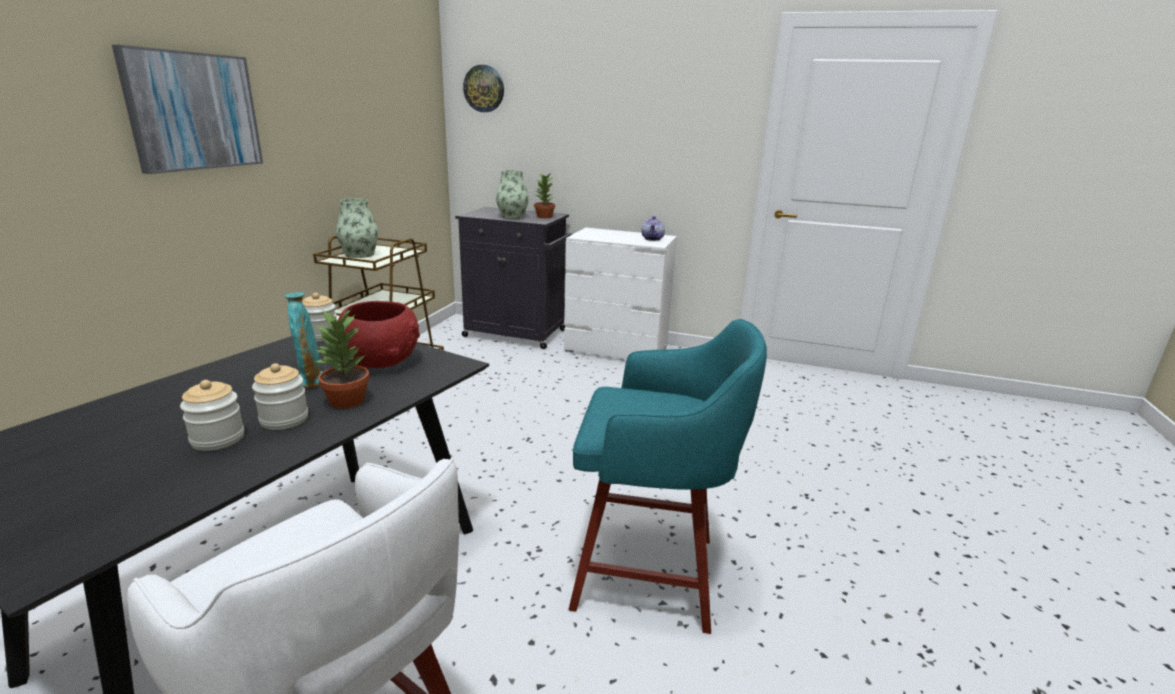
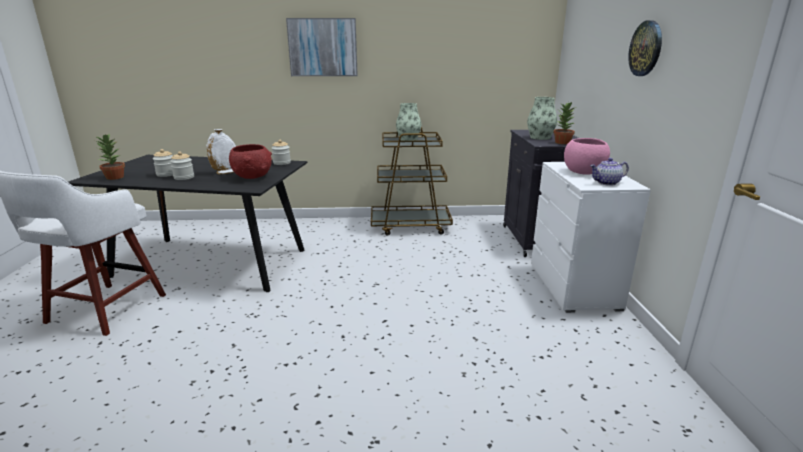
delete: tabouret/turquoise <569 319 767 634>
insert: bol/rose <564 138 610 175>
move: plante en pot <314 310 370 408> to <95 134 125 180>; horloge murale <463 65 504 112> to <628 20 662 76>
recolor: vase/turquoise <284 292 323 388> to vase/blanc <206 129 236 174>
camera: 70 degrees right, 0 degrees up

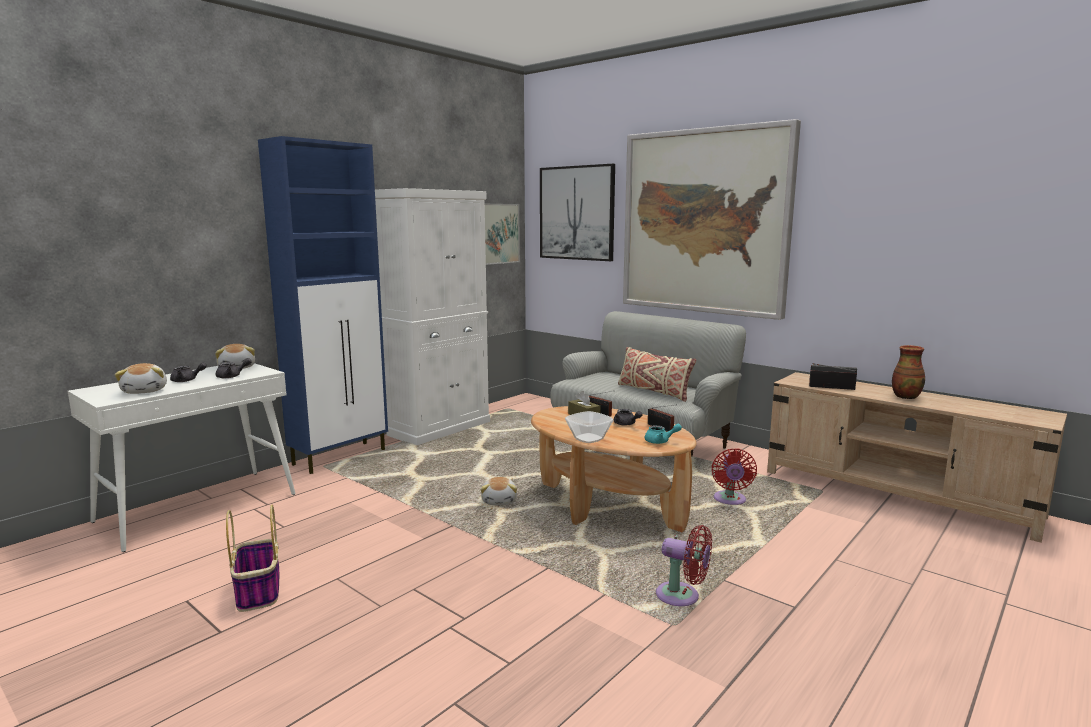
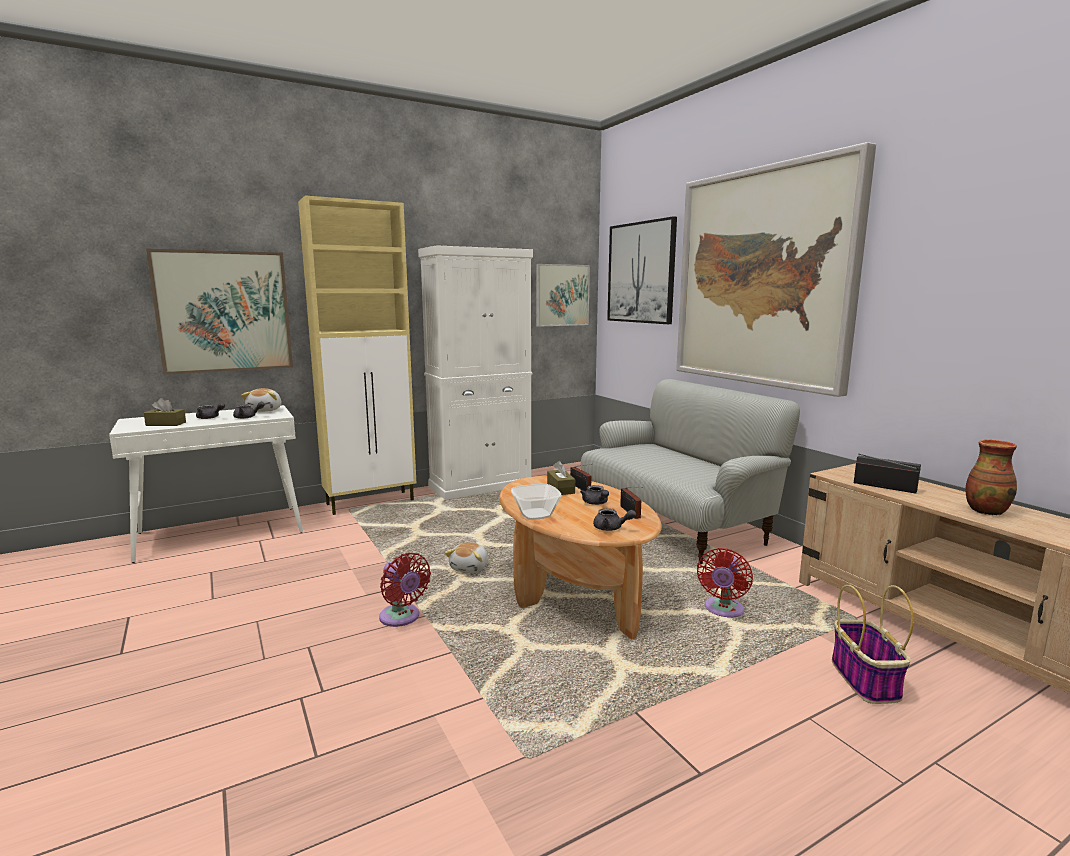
delete: coussin/beige <618 347 696 402>
insert: tableau <146 249 293 375>
move: panier <226 505 279 612> to <832 585 914 704>; ventilateur/rouge <656 525 712 606> to <379 553 431 627>
replace: peluche <115 363 167 394> to boîte à mouchoirs/marron <144 398 186 426>
recolor: meuble de rangement/bleu <258 136 388 474> to meuble de rangement/beige <298 196 416 515>; théière/turquoise <645 424 682 444> to théière/gris <593 508 636 531>
camera: 20 degrees right, 0 degrees up

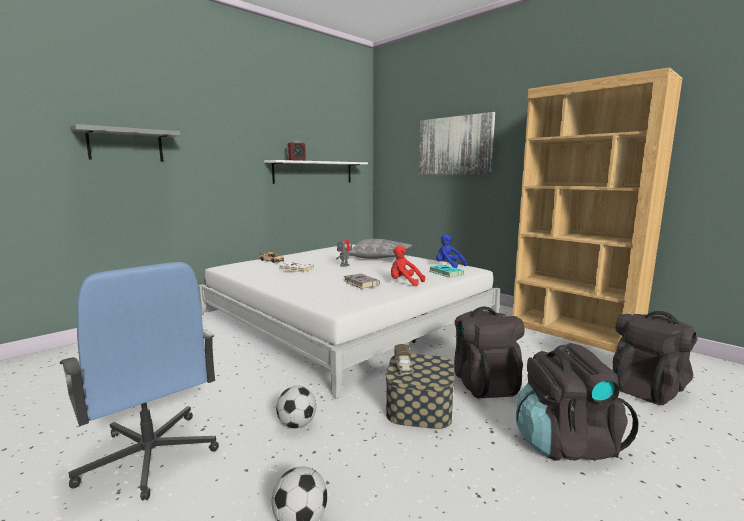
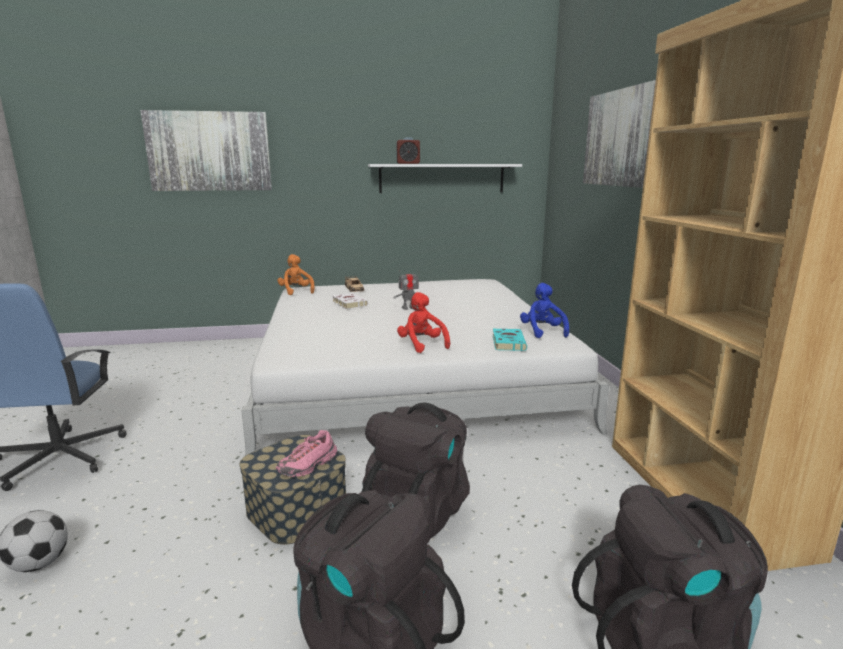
delete: ballon de foot <276 386 316 429>; livre/gris <344 273 380 289>; coussin/gris <348 239 413 259>; camion jouet <394 344 413 375>
insert: chaussure/rose <276 430 337 477>; peluche/orange <278 254 315 295>
replace: étagère/gris <70 124 181 161> to tableau <140 110 272 191>
camera: 35 degrees right, 5 degrees up

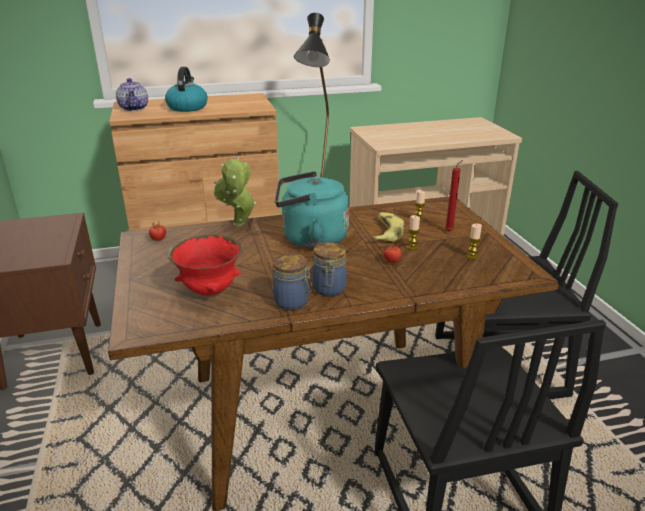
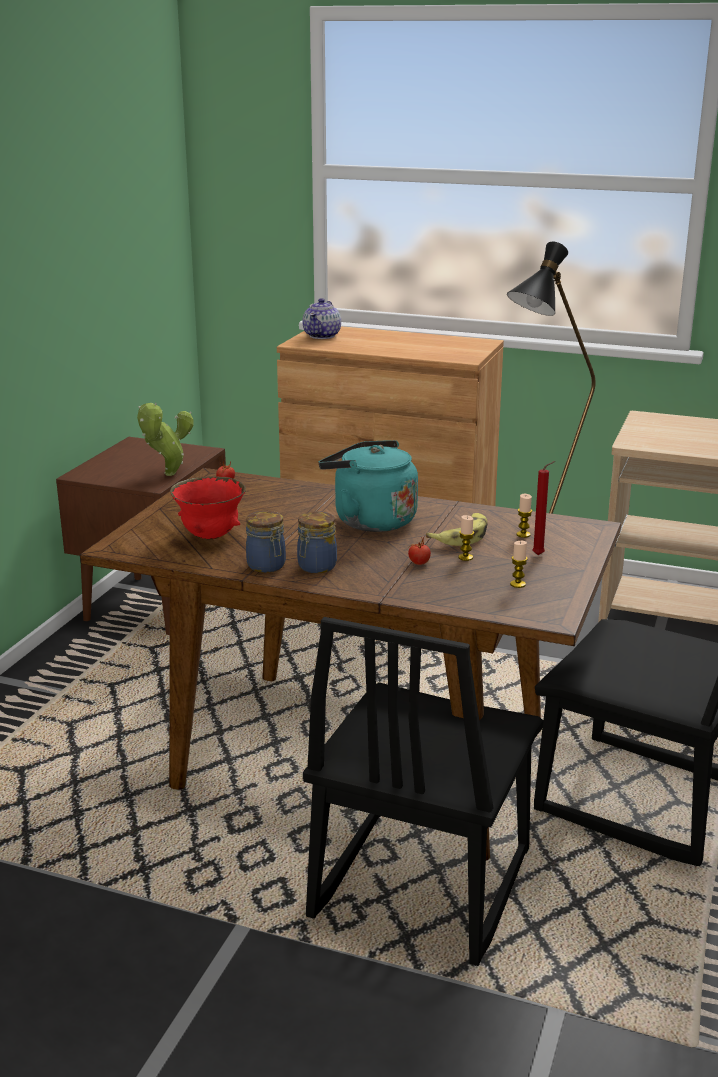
delete: bouilloire <165 67 208 112>
move: plante en pot <214 157 257 226> to <137 402 194 476>
camera: 35 degrees right, 5 degrees down

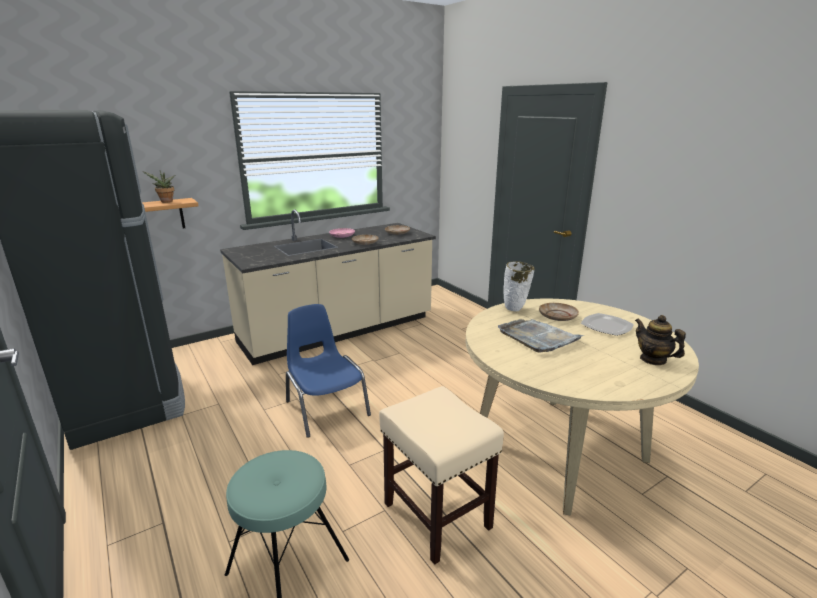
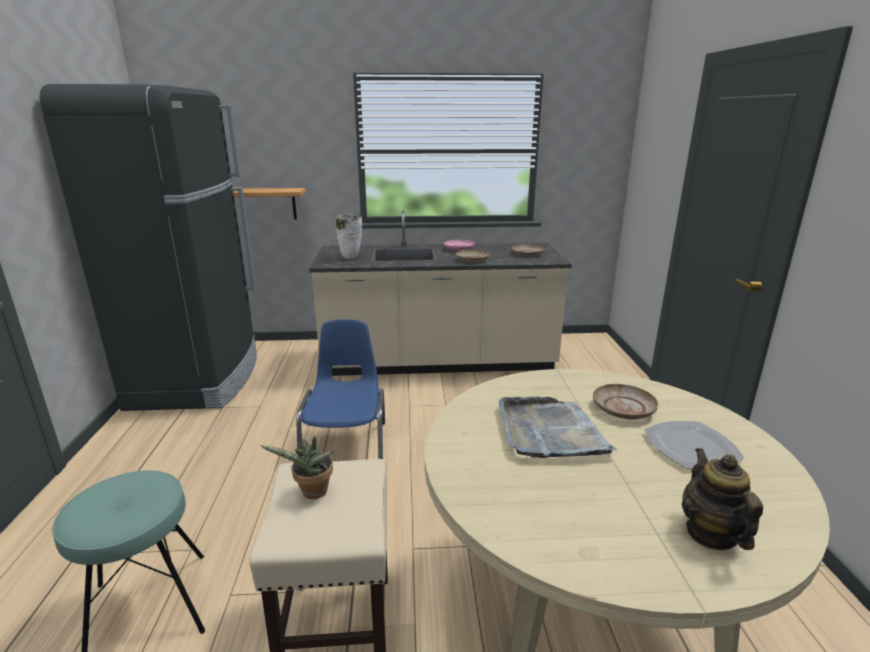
move: plante en pot <142 170 176 203> to <260 436 334 499>; vase/blanc <503 261 535 311> to <335 213 362 259>
camera: 30 degrees right, 0 degrees up

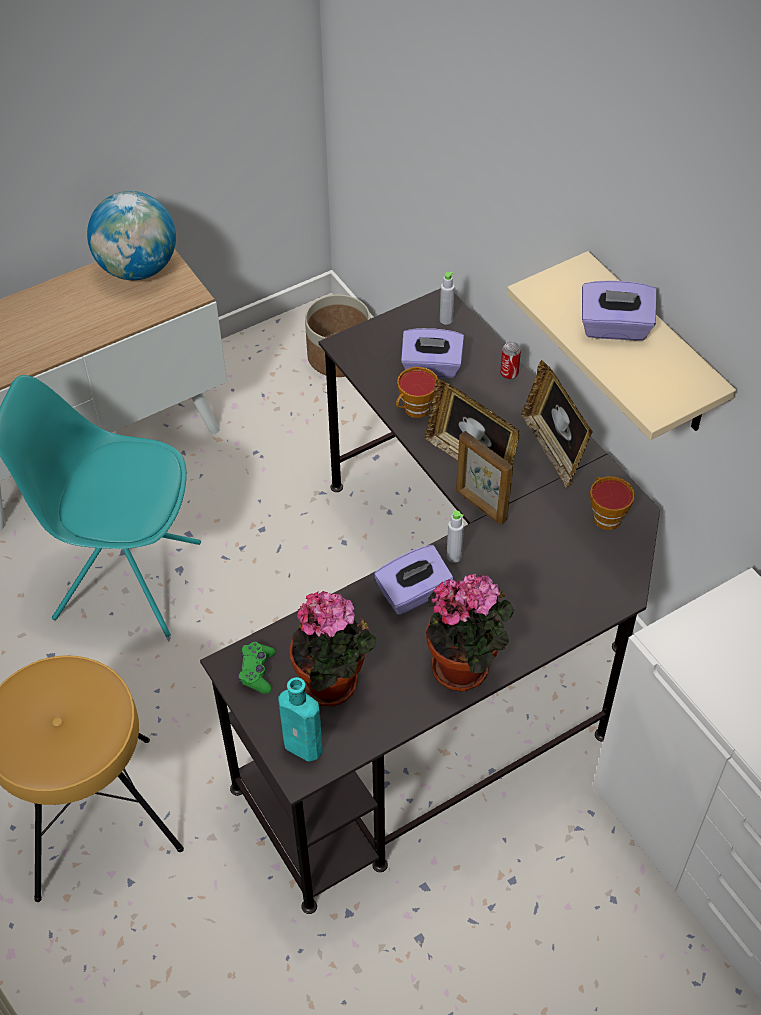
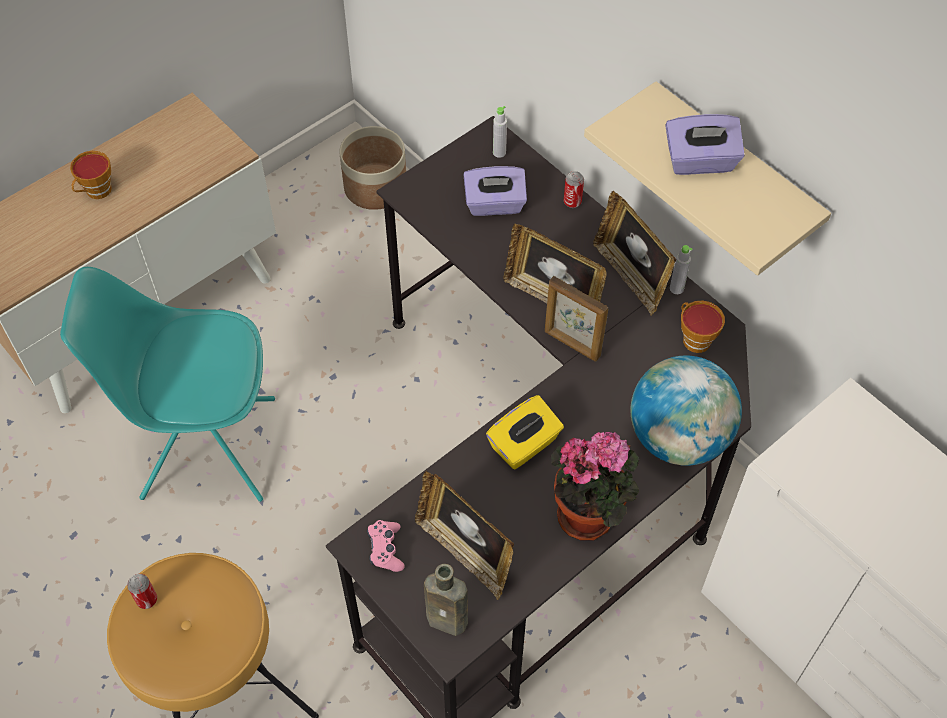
insert: boîte métallique <127 574 157 609>
move: globe <87 191 176 280> to <631 356 742 466>; tasse <396 367 438 418> to <70 151 112 199>; bouteille/gris <447 510 464 563> to <670 245 693 294>
replace: plante en pot <290 591 376 706> to cadre photo <415 471 514 600>
recolor: manette/vert <238 642 276 694> to manette/rose <367 520 405 572>; bouteille/turquoise <278 677 323 762> to bouteille/marron <424 564 468 636>; boîte à mouchoirs/violet <374 545 453 615> to boîte à mouchoirs/jaune <486 395 564 469>
camera: 10 degrees left, 5 degrees up

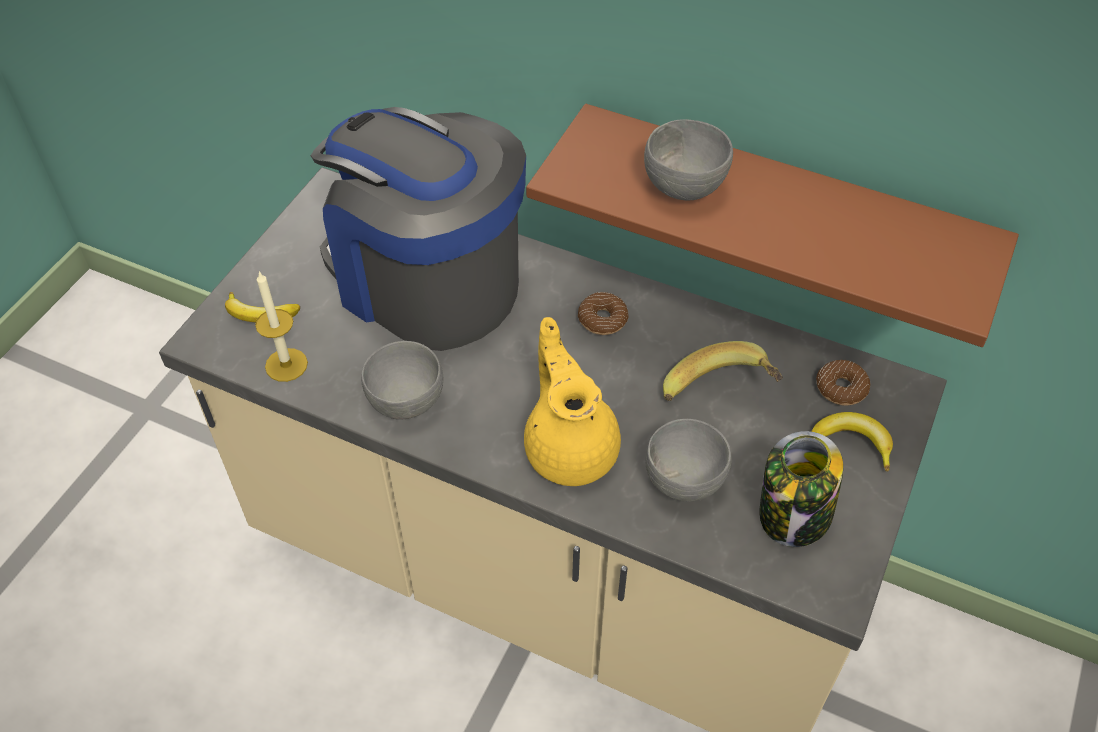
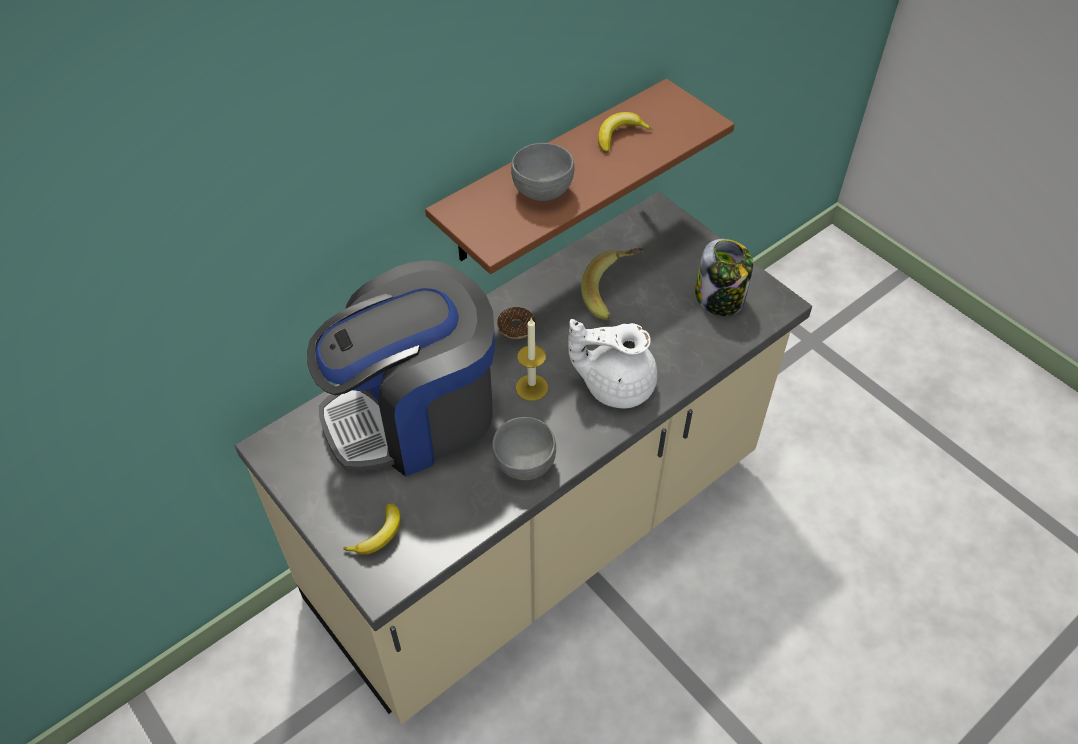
delete: bol/gris <645 419 732 502>; beignet <816 360 870 406>
move: bougie <255 271 308 382> to <516 318 548 401>; banane <811 412 893 471> to <598 112 653 153>
recolor: théière/jaune <524 317 621 486> to théière/blanc <568 319 657 408>
camera: 65 degrees left, 0 degrees up

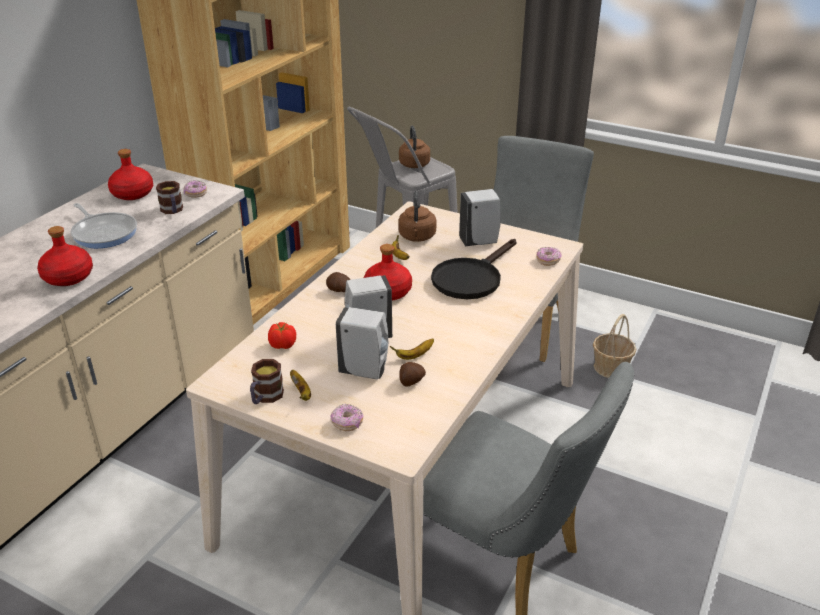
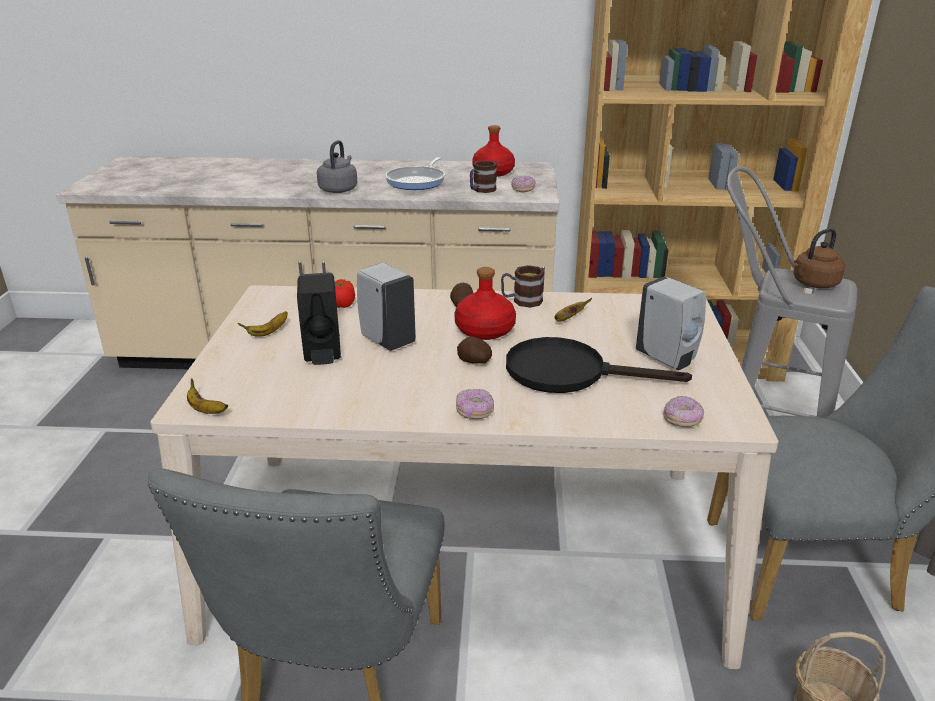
delete: bouilloire/marron <398 191 437 242>
move: mug <250 359 284 404> to <501 265 544 308>; beignet <330 404 363 431> to <456 389 494 419>; banane <390 338 434 360> to <187 378 228 414>; pomme de terre <399 362 426 387> to <457 337 492 363>
replace: bouteille/rouge <37 226 93 286> to bouilloire/gris <317 140 357 193>
recolor: distributeur de savon/blanc <336 307 388 380> to distributeur de savon/noir <297 272 341 365>
camera: 65 degrees right, 5 degrees down

